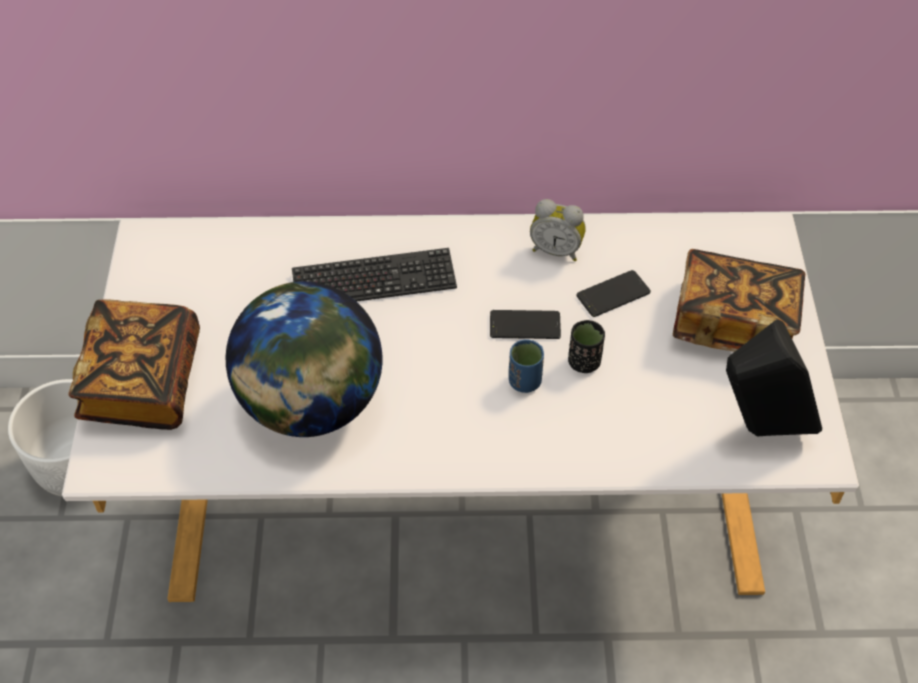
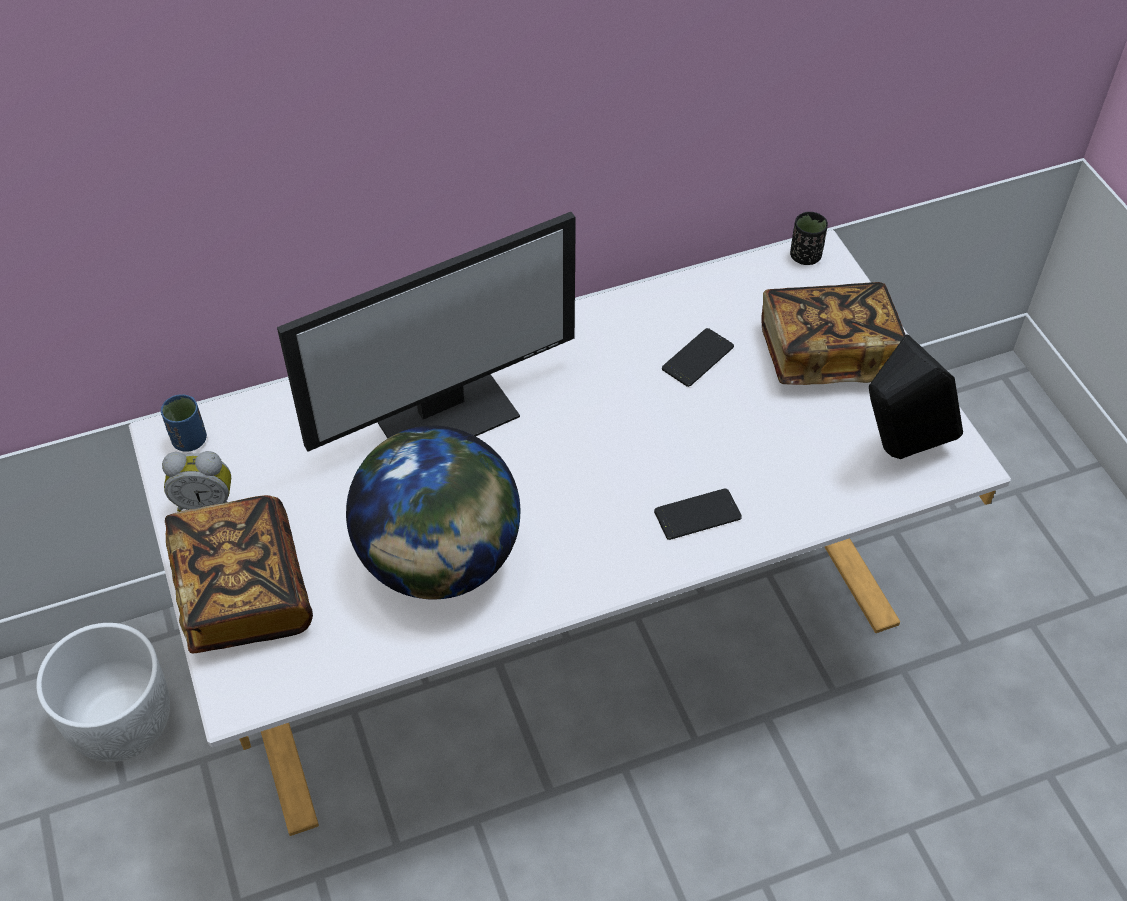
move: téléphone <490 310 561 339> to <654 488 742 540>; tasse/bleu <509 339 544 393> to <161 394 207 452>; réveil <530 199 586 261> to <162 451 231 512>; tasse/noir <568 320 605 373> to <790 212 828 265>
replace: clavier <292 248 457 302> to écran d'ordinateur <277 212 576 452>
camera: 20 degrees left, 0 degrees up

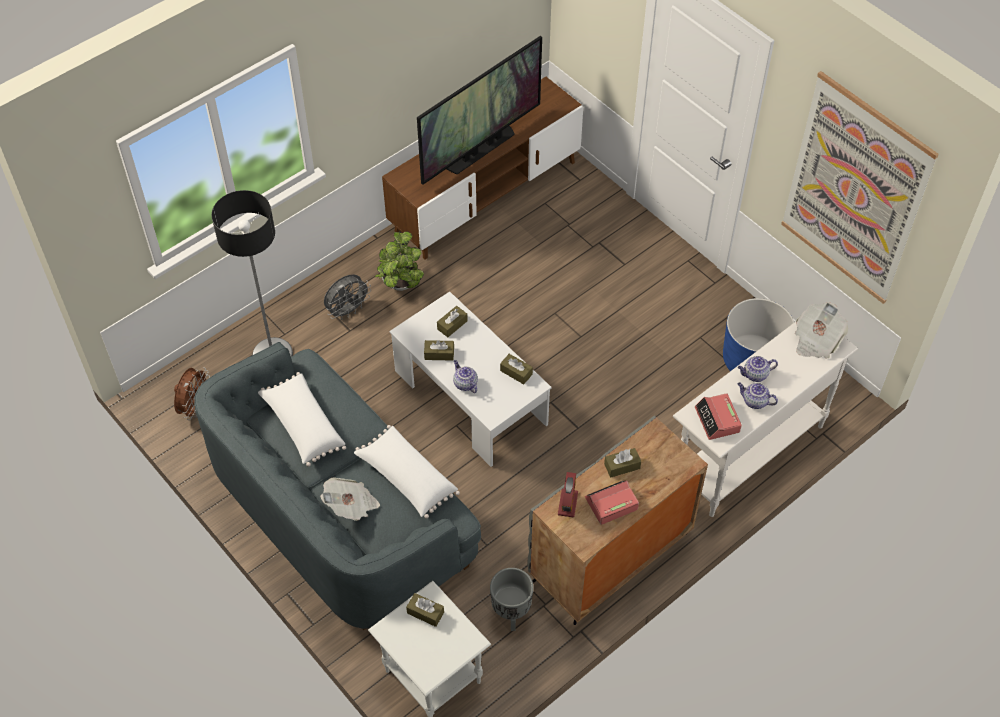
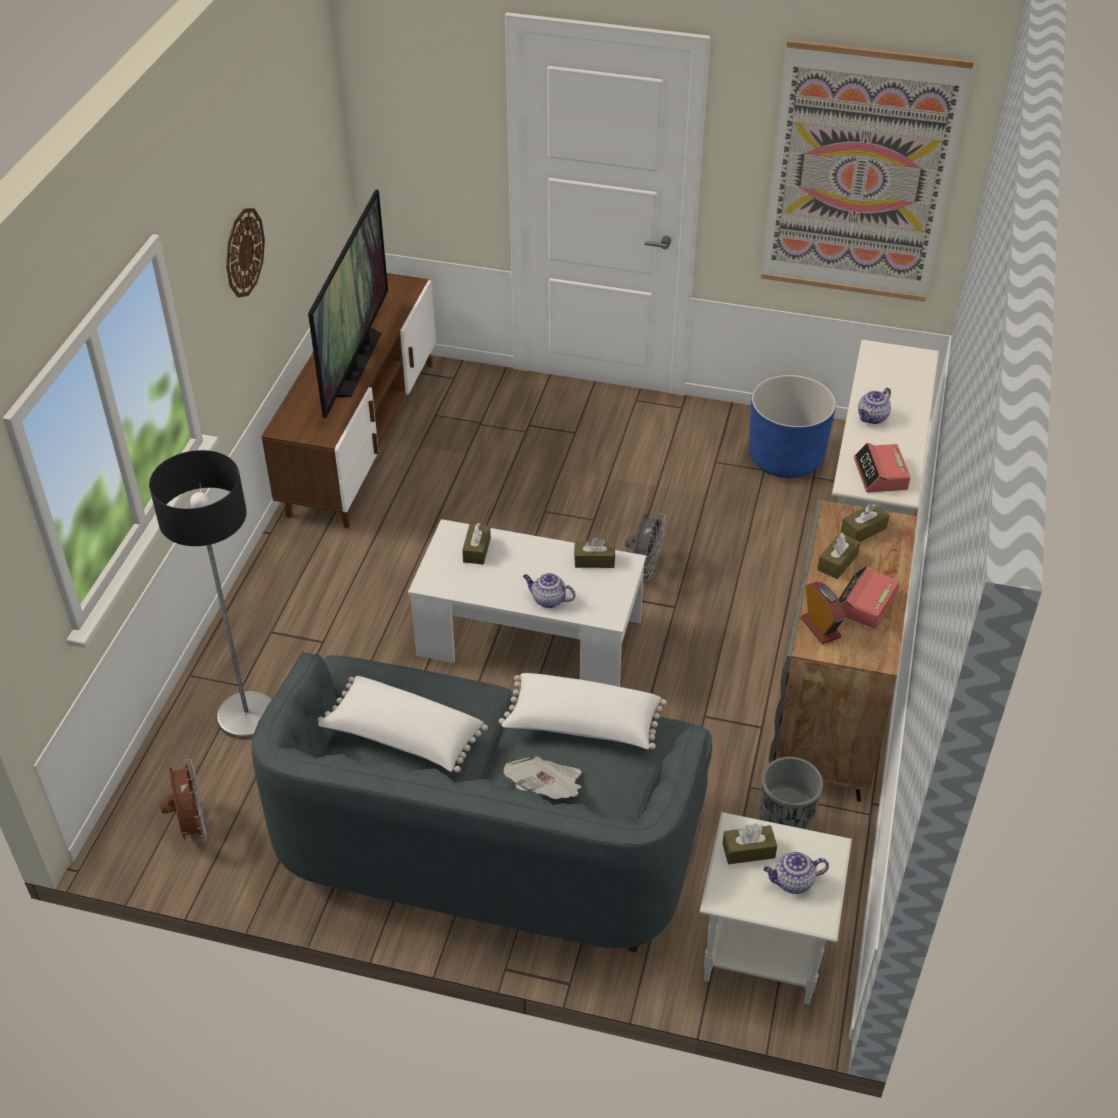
delete: plante en pot <375 231 424 291>; journal <795 302 848 359>
insert: horloge murale <226 208 265 297>
move: ventilateur/gris <324 274 371 320> to <625 513 666 581>; boîte à mouchoirs/marron <424 340 454 361> to <841 503 890 542>; théière <738 382 778 409> to <763 852 829 894>
rotate: réveil <695 393 742 440> = <854 443 911 493> 45 degrees clockwise
camera: 35 degrees left, 10 degrees down

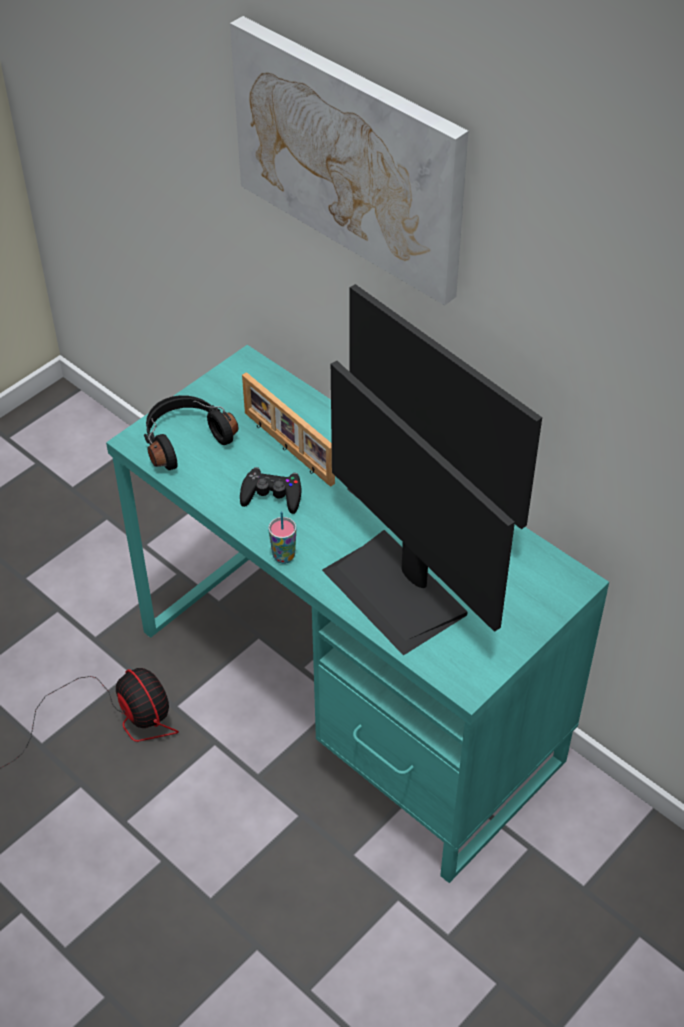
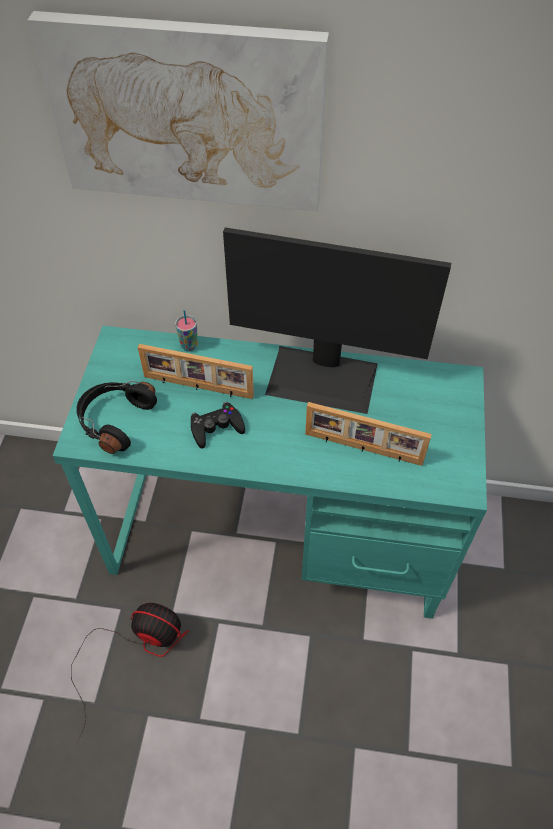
move: tasse <268 511 297 564> to <175 310 198 352>
replace: écran d'ordinateur <322 361 515 656> to cadre photo <305 402 432 466>
camera: 35 degrees left, 5 degrees up

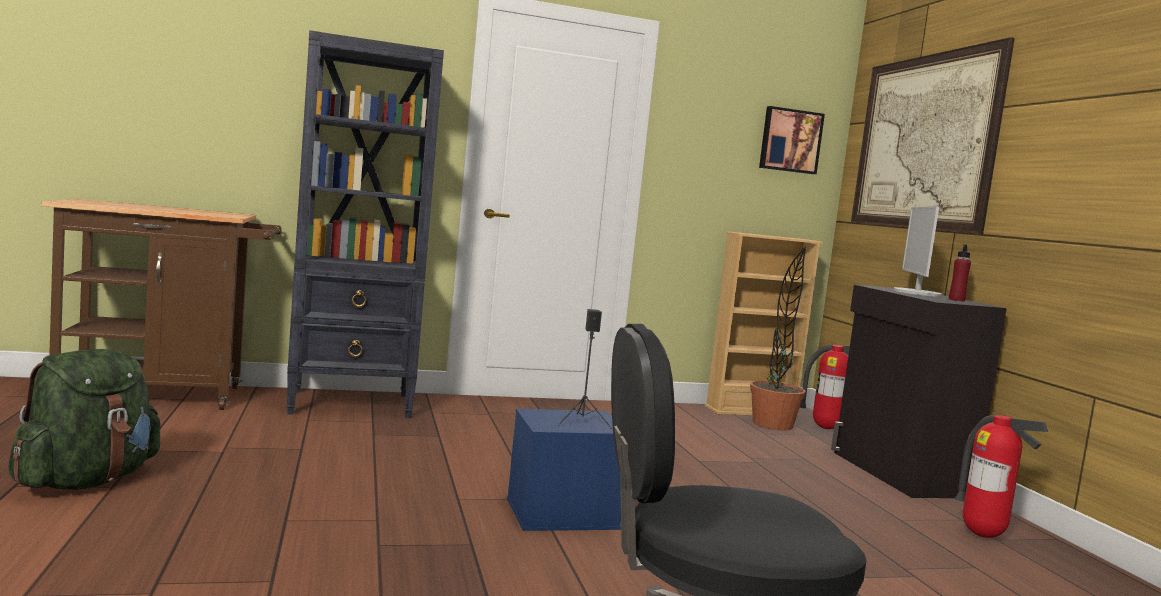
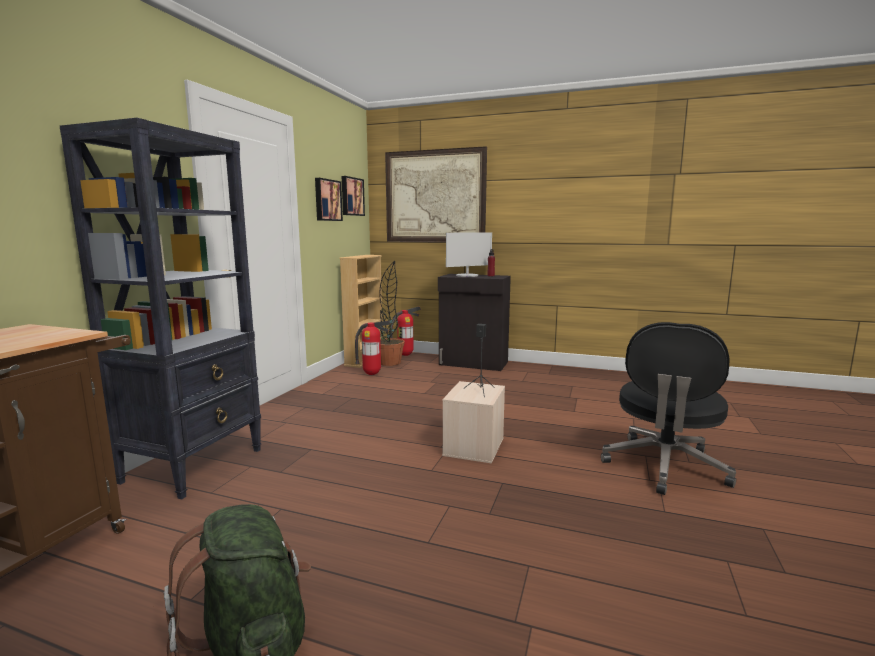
insert: tableau <315 178 343 221>
move: extincteur <955 415 1048 538> to <355 321 391 375>
recolor: boîte de rangement/bleu <507 408 621 531> to boîte de rangement/beige <442 381 505 464>
rotate: écran d'ordinateur <894 206 942 297> = <446 232 492 277> 75 degrees counterclockwise
camera: 55 degrees left, 5 degrees up

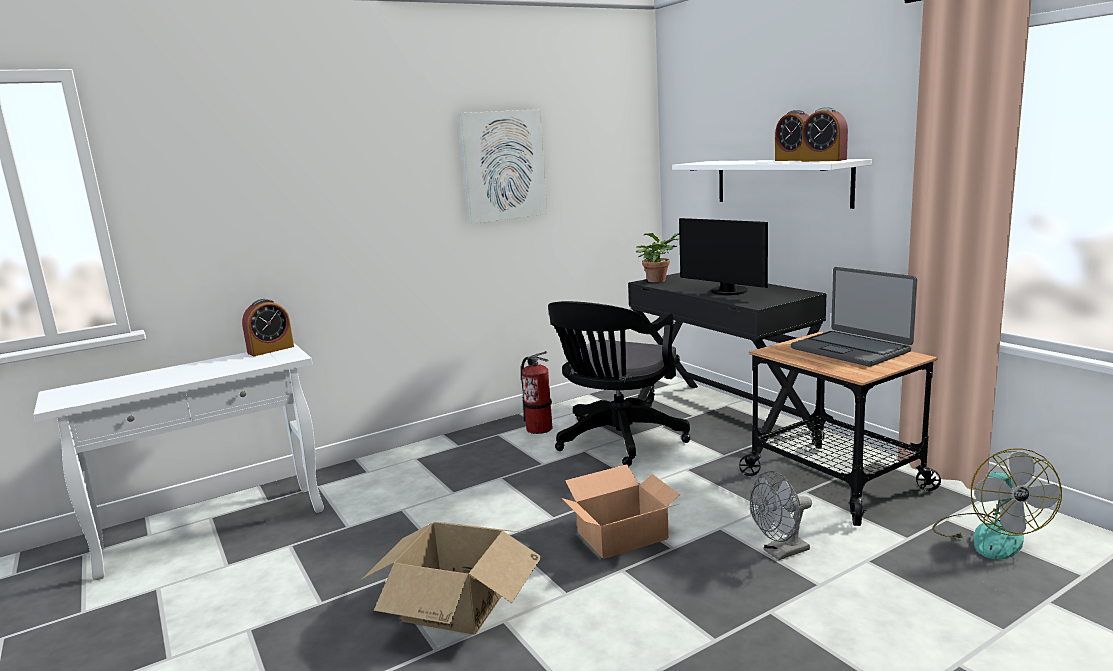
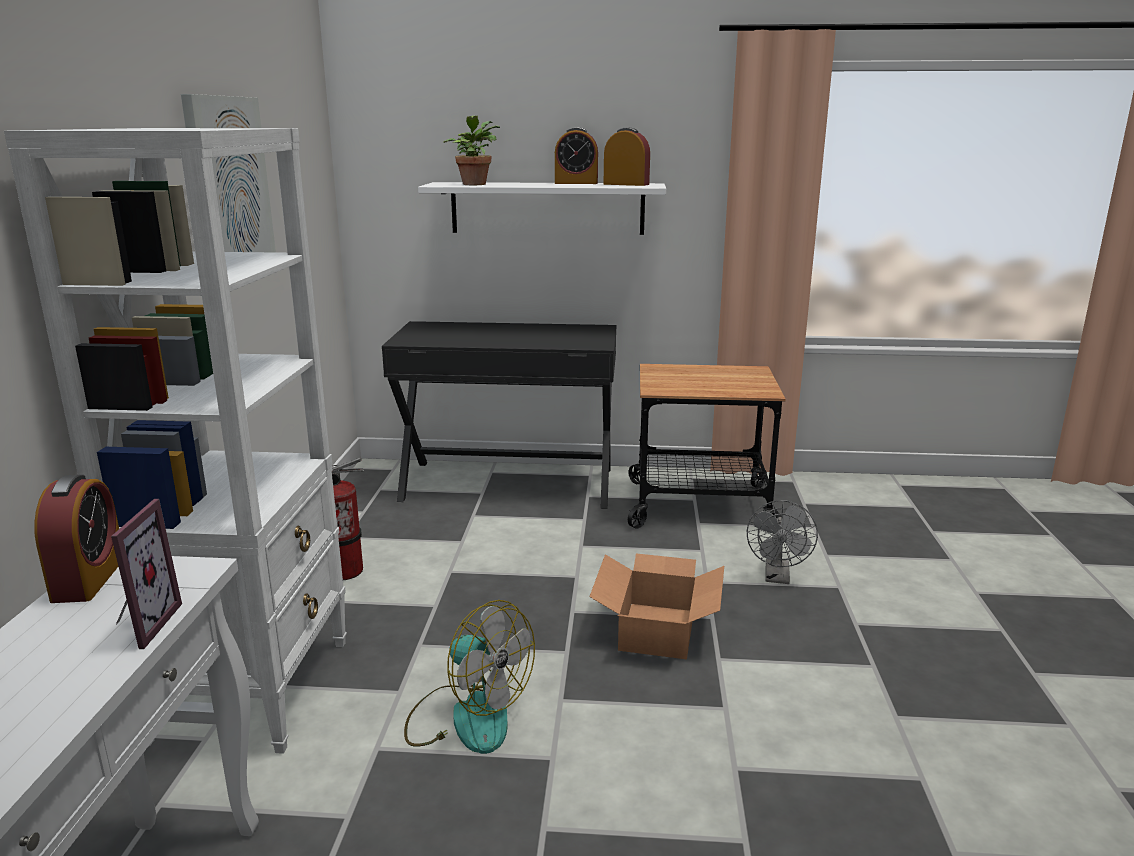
delete: carton <361 522 542 635>; chaise de bureau/noir <548 301 691 467>; écran d'ordinateur <679 218 768 295>; ordinateur portable <791 267 917 367>
insert: bibliothèque/blanc <4 128 347 754>; cadre photo <111 499 182 649>
move: plante en pot <636 233 679 283> to <444 116 500 185>; ventilateur <932 448 1062 559> to <404 600 535 754>
rotate: réveil <801 107 848 162> = <604 127 650 186> 150 degrees counterclockwise
camera: 55 degrees left, 5 degrees up

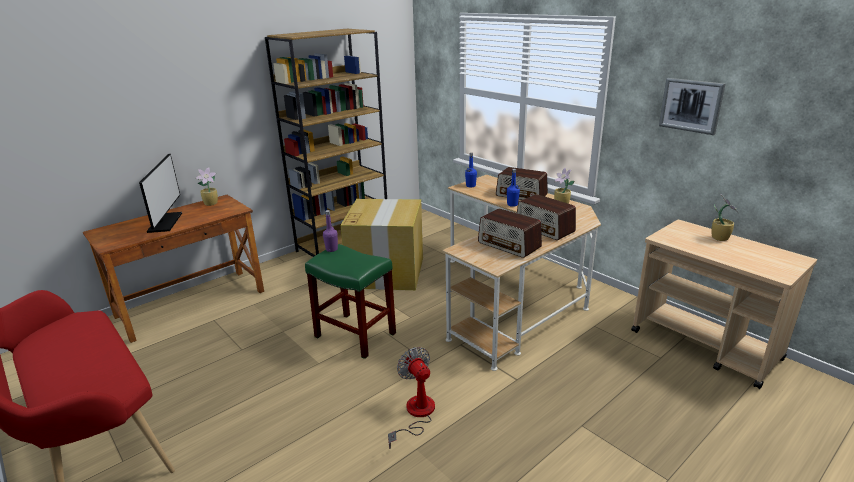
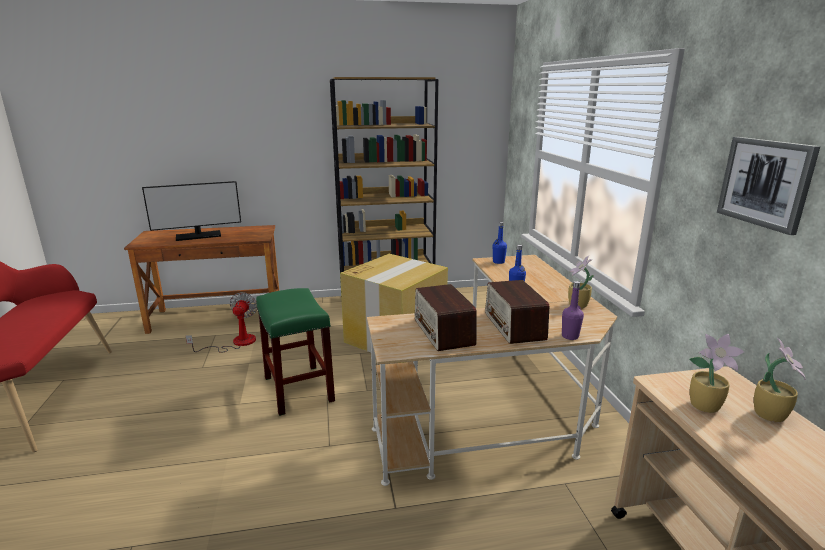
delete: radio <496 167 548 200>
move: plante en pot <196 167 218 206> to <689 334 744 413>; bouteille/violet <323 210 338 252> to <562 281 584 340>; ventilateur <388 347 435 449> to <186 292 257 353>
rotate: écran d'ordinateur <139 153 182 233> = <142 181 241 241> 45 degrees clockwise
camera: 30 degrees right, 5 degrees down

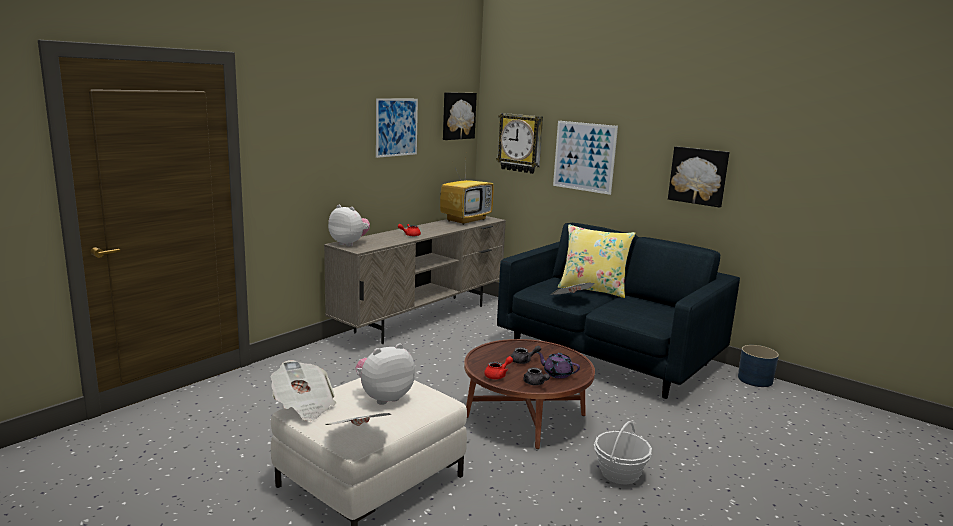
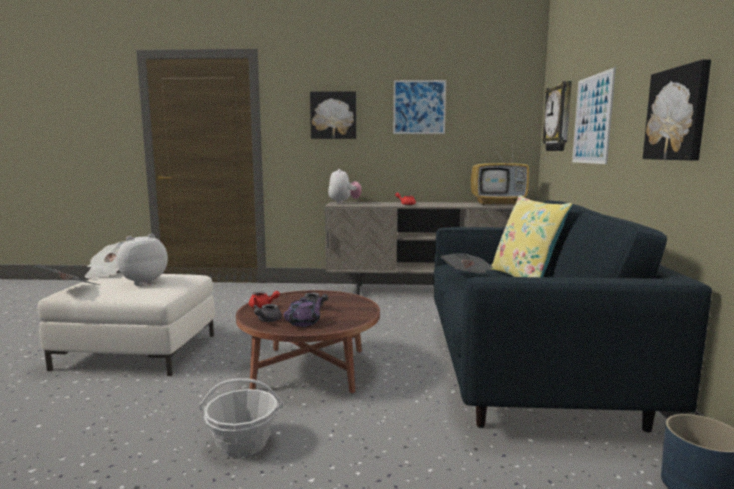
move: tableau <443 92 477 140> to <310 91 356 139>
rotate: peluche <355 343 415 405> = <116 234 168 286> 60 degrees counterclockwise; théière/violet <537 352 580 379> = <284 297 323 327> 45 degrees clockwise
camera: 55 degrees right, 5 degrees down

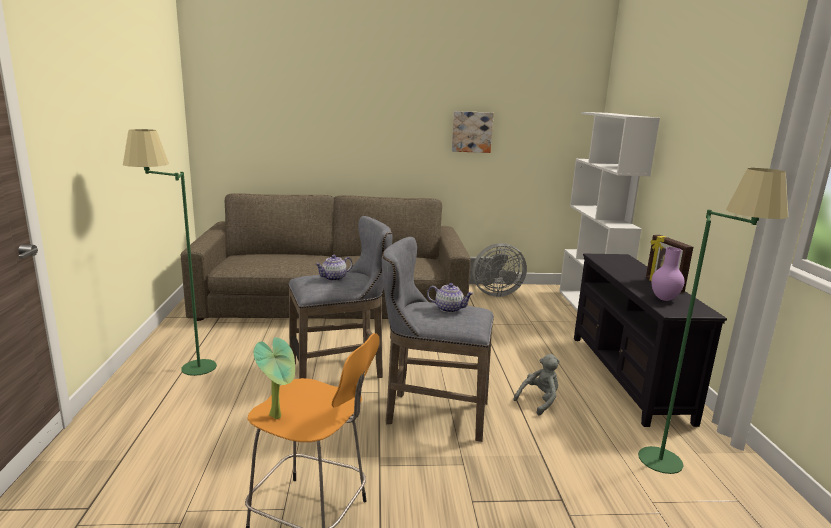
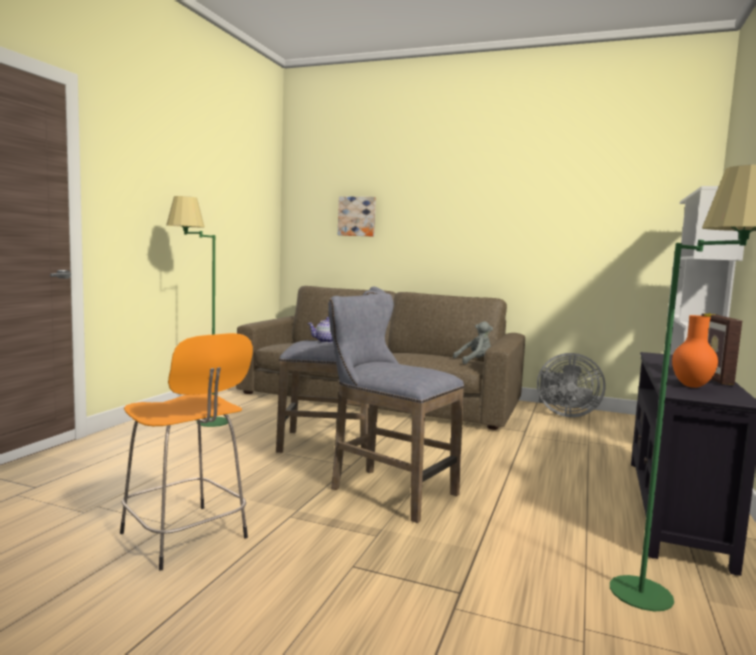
delete: plante en pot <254 337 295 420>; théière <427 283 474 313>
move: tableau <452 111 494 153> to <338 196 376 237>; peluche/gris <513 354 560 416> to <453 321 493 364>
recolor: vase/violet <651 247 685 301> to vase/orange <672 315 718 388>
camera: 25 degrees right, 10 degrees down

